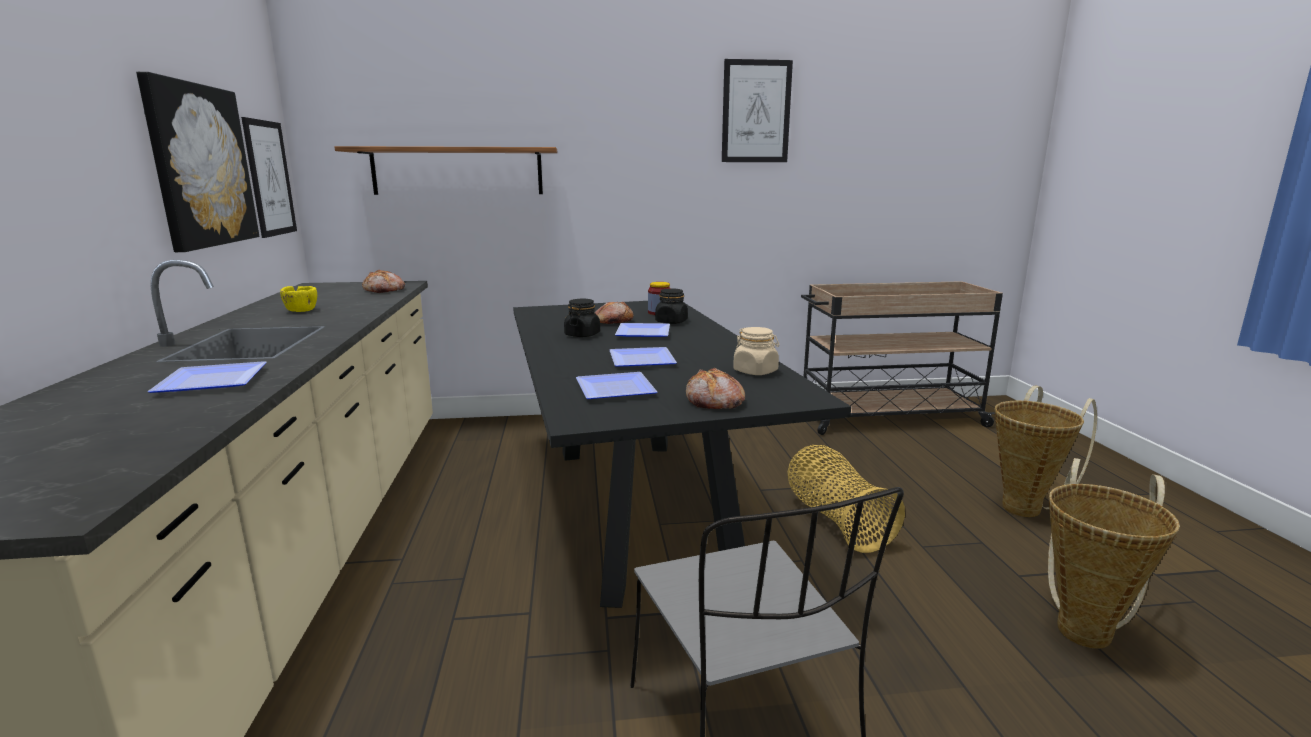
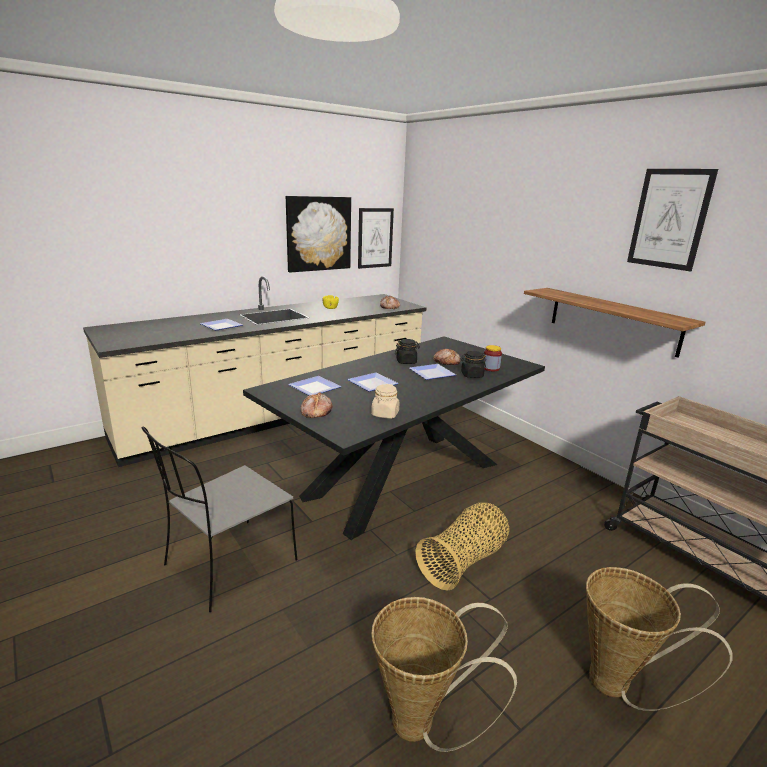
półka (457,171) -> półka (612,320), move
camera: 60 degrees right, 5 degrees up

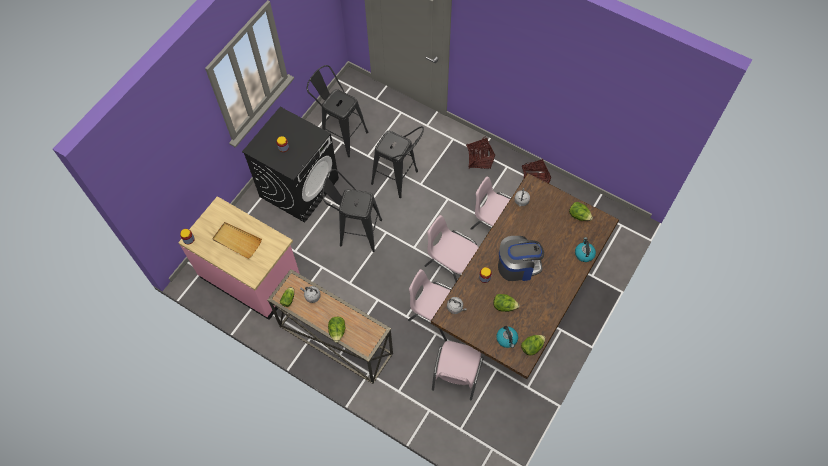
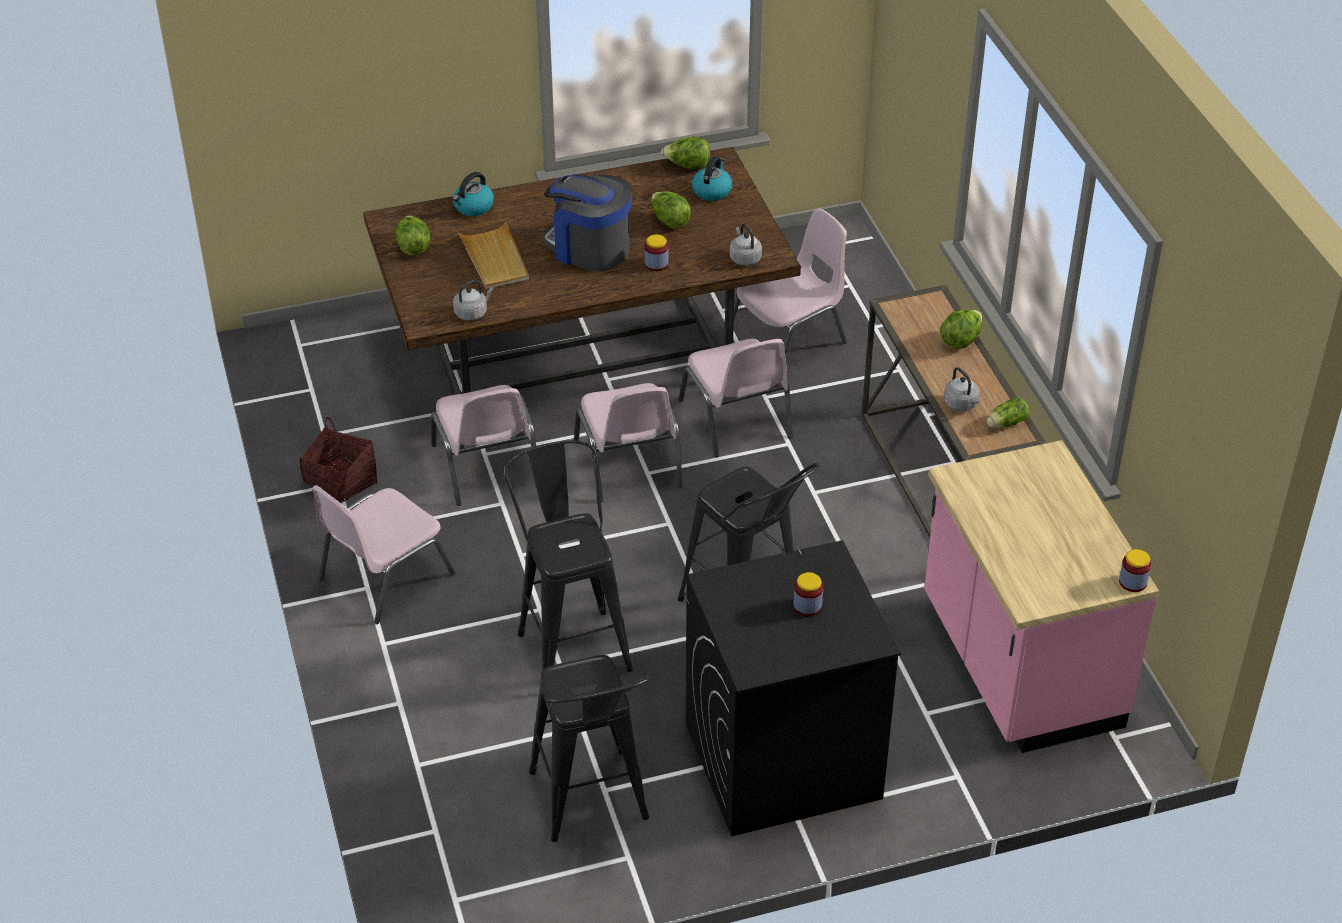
taca/beżowy (237,241) -> taca/beżowy (495,259), move
koszyk (479,159) -> krzesło/różowy (383,576)
camera: 140 degrees left, 20 degrees down

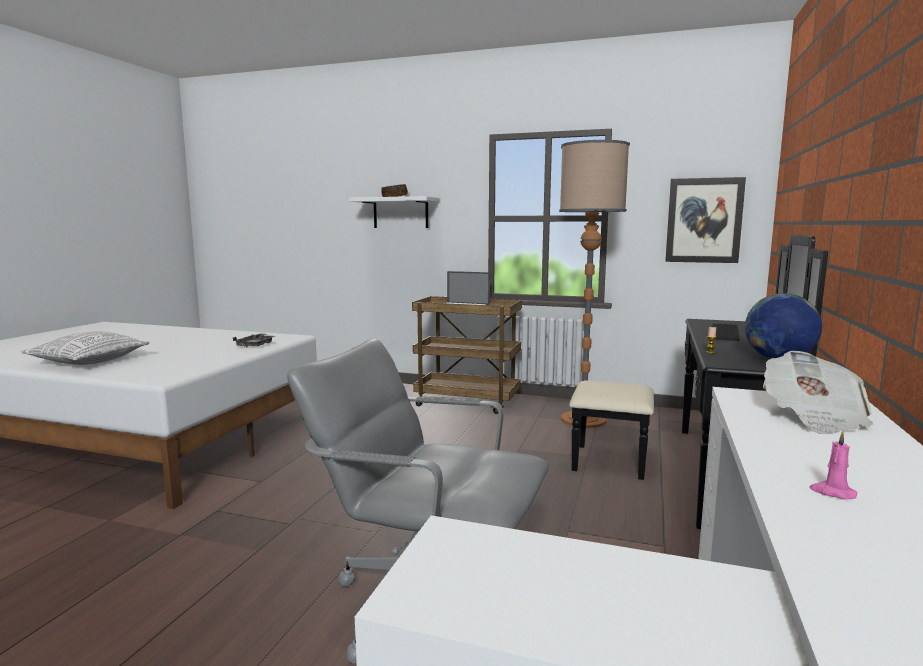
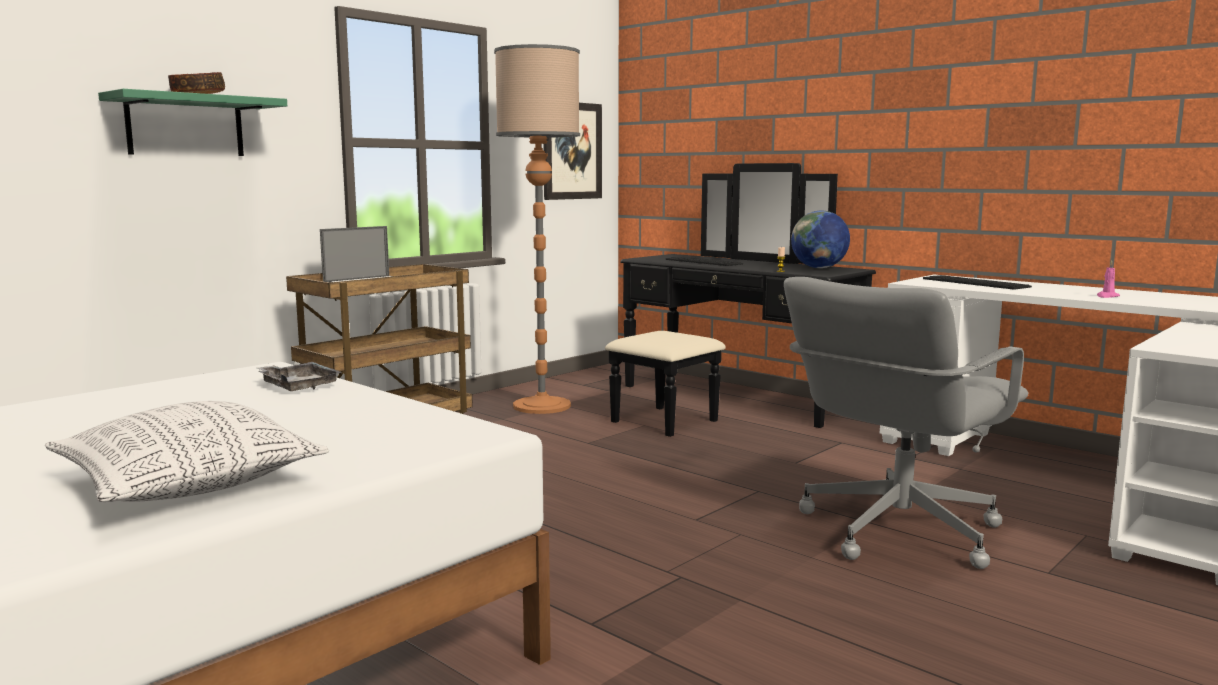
gazeta (813,417) -> klawiatura (975,283)
półka/biały (400,213) -> półka/zielony (185,126)
camera: 65 degrees left, 0 degrees up

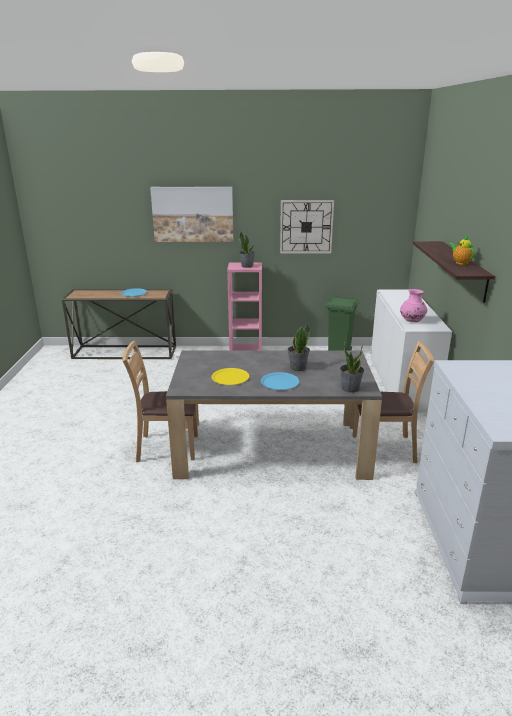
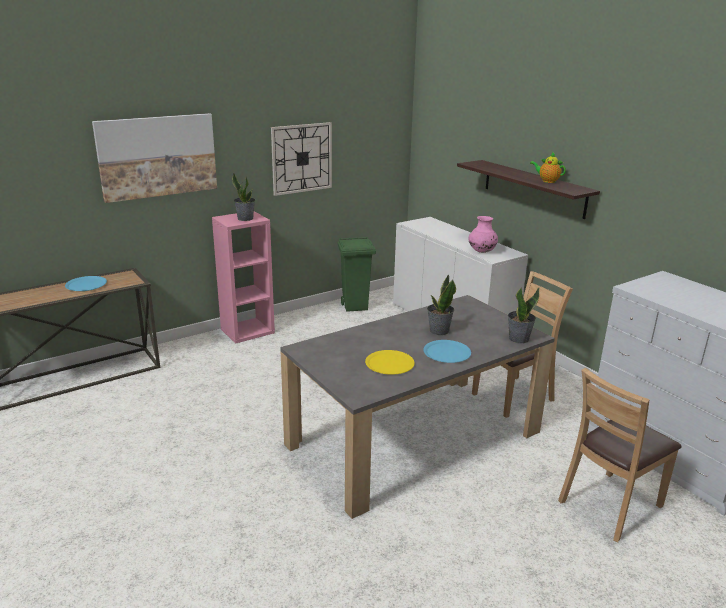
krzesło/brązowy (167,447) -> krzesło/brązowy (610,505), move
camera: 35 degrees left, 0 degrees up

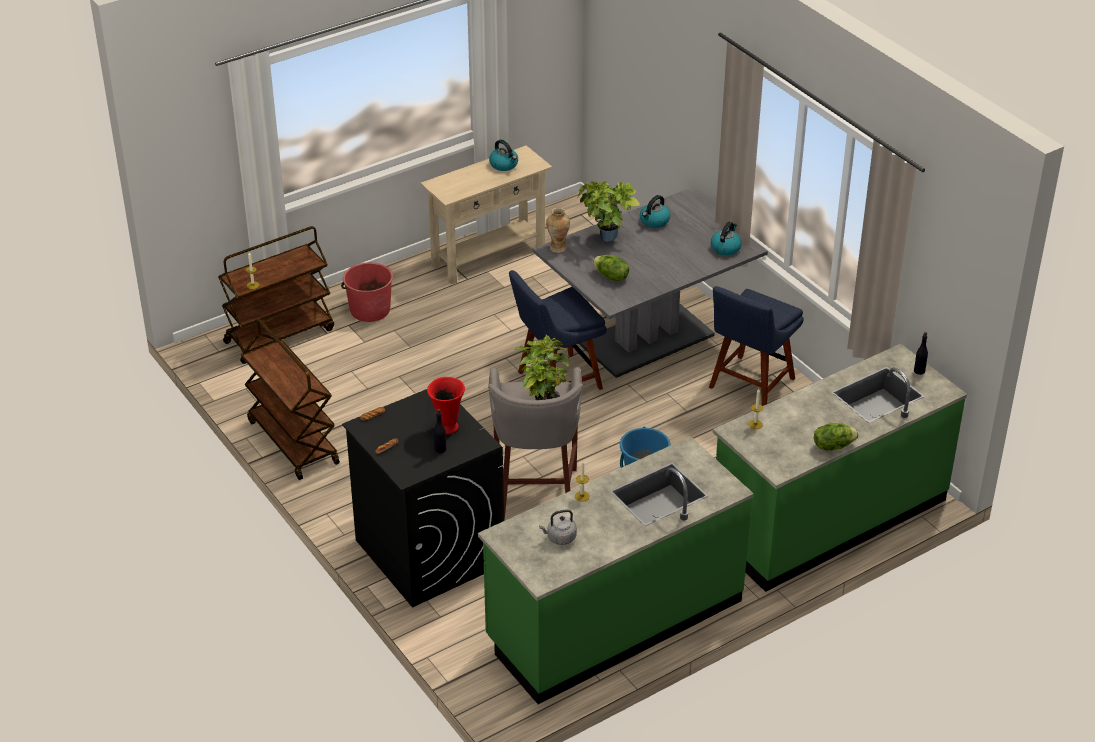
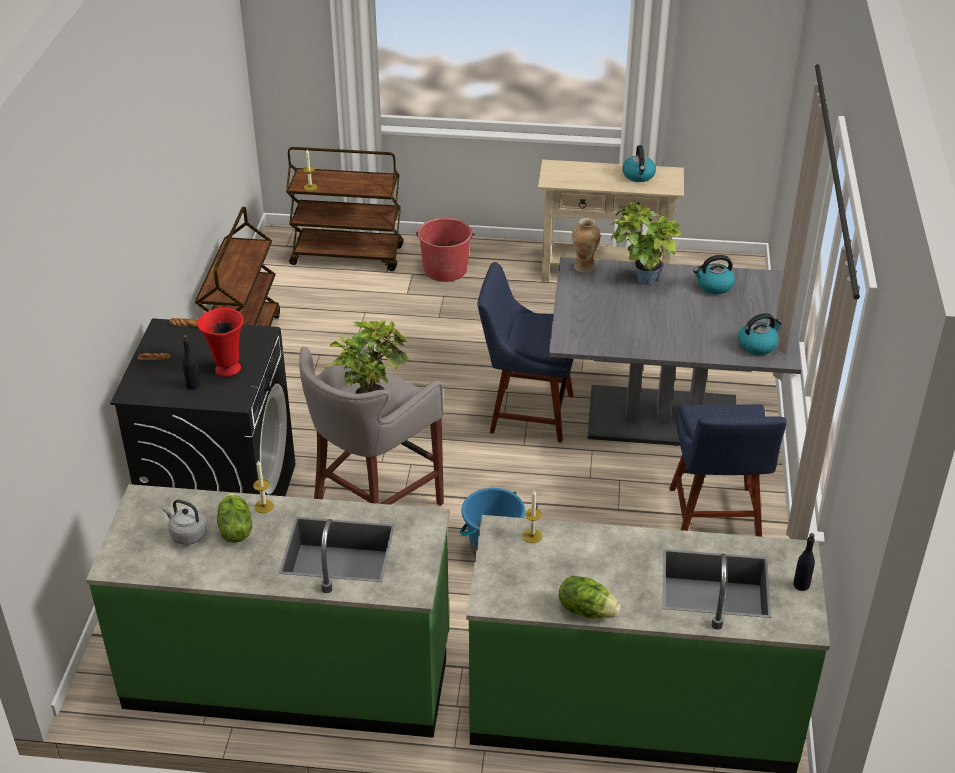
sałata (611,277) -> sałata (235,530), move
krzesło/niebieski (749,385) -> krzesło/niebieski (715,518), 75 degrees counterclockwise
camera: 40 degrees right, 0 degrees up

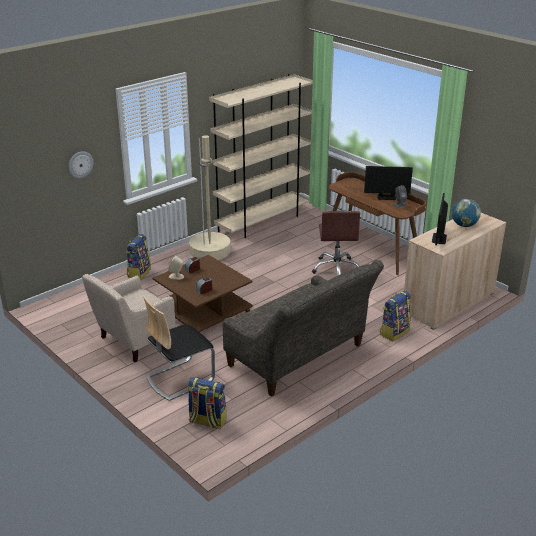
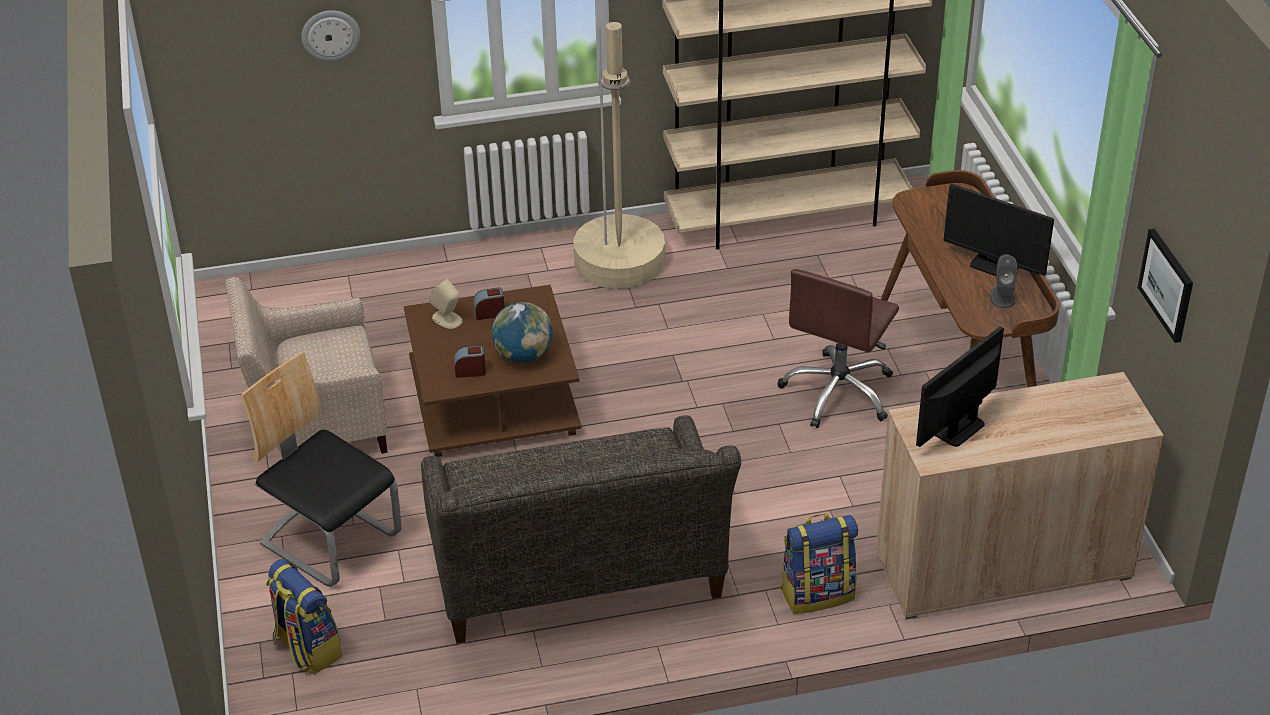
plecak (138,273) -> none
none -> obraz (1167,284)
globus (464,225) -> globus (523,355), move
krzesło (179,379) -> krzesło (331,539), 45 degrees clockwise
camera: 30 degrees right, 10 degrees up

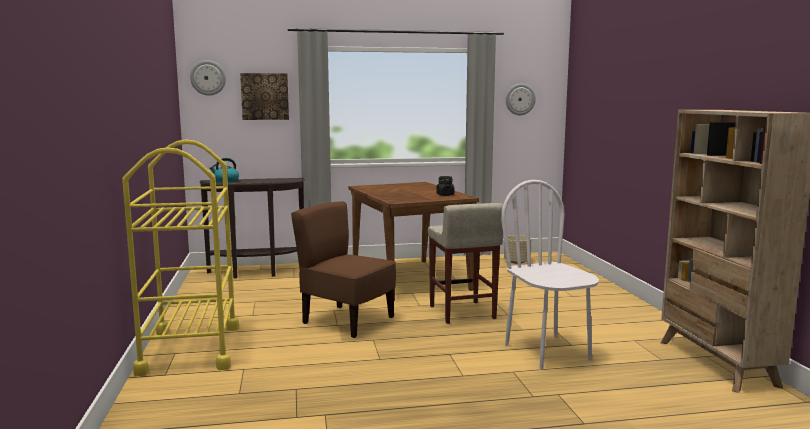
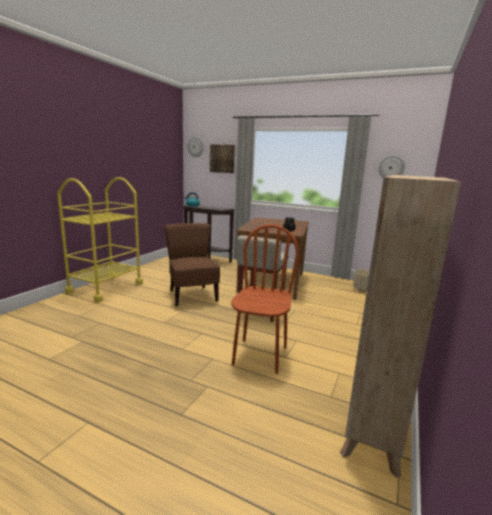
krzesło/biały (547,352) -> krzesło/brązowy (259,355)
camera: 35 degrees right, 5 degrees up

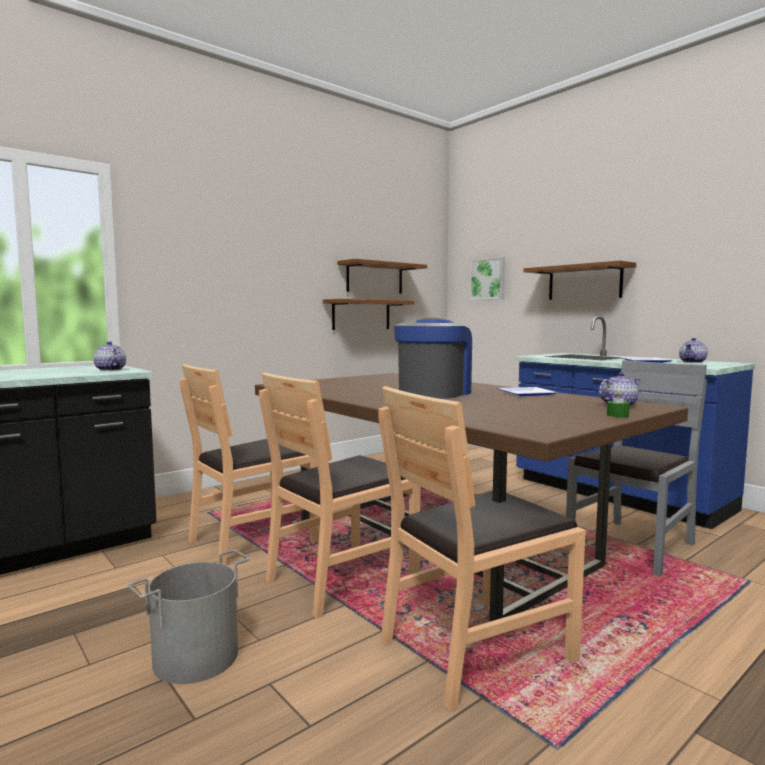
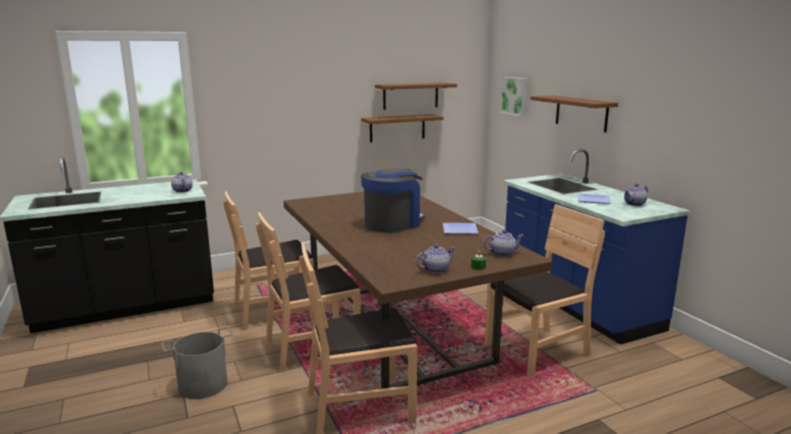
none -> imbryk (435,270)
krzesło/szary (632,546) -> krzesło/brązowy (537,350)
camera: 15 degrees right, 10 degrees up

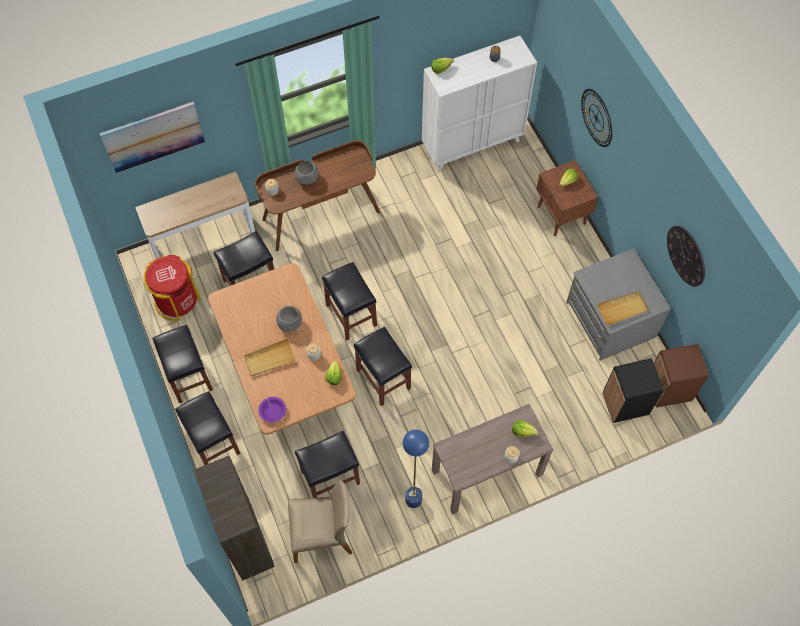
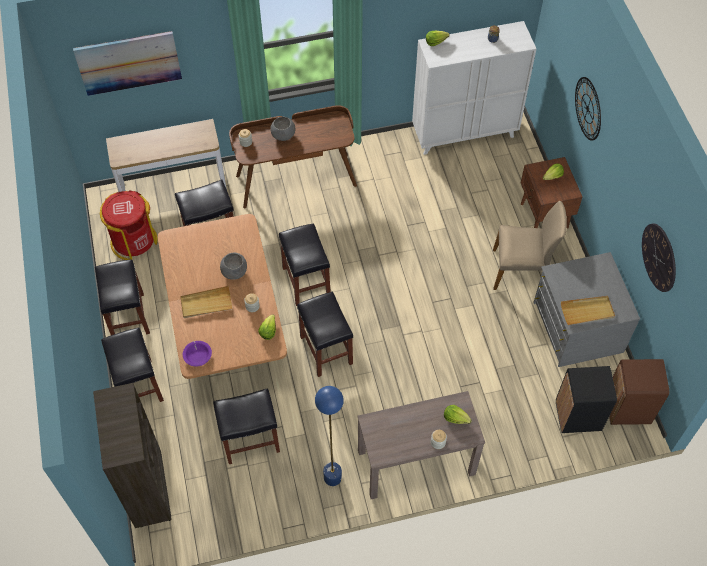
krzesło/beżowy (322,534) -> krzesło/beżowy (521,270), move
camera: 10 degrees right, 5 degrees down

